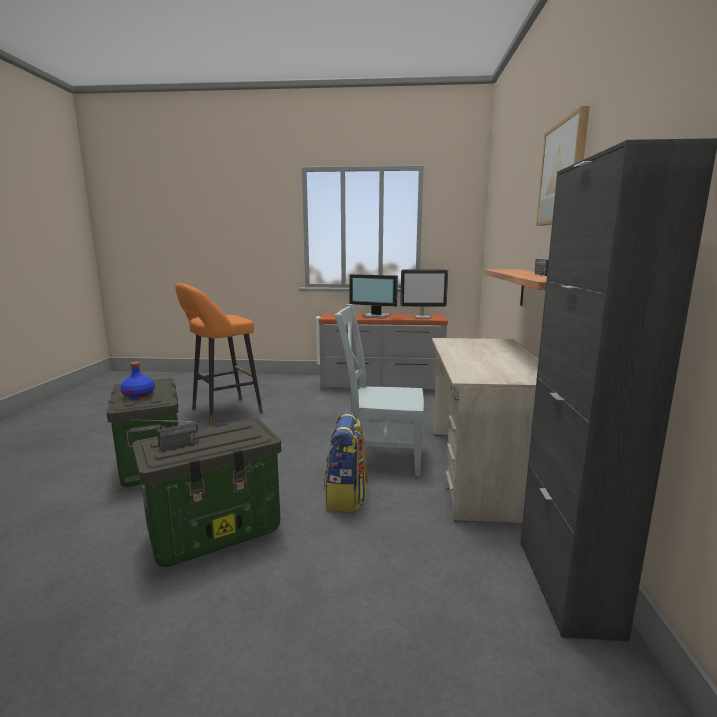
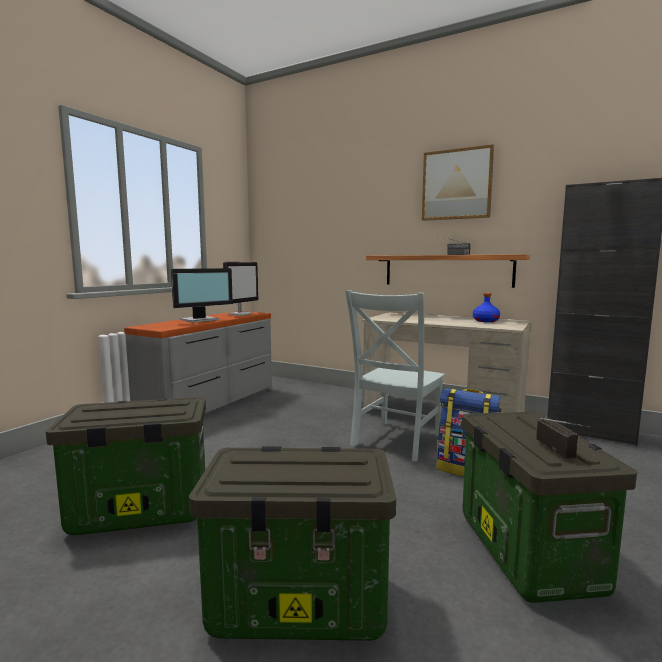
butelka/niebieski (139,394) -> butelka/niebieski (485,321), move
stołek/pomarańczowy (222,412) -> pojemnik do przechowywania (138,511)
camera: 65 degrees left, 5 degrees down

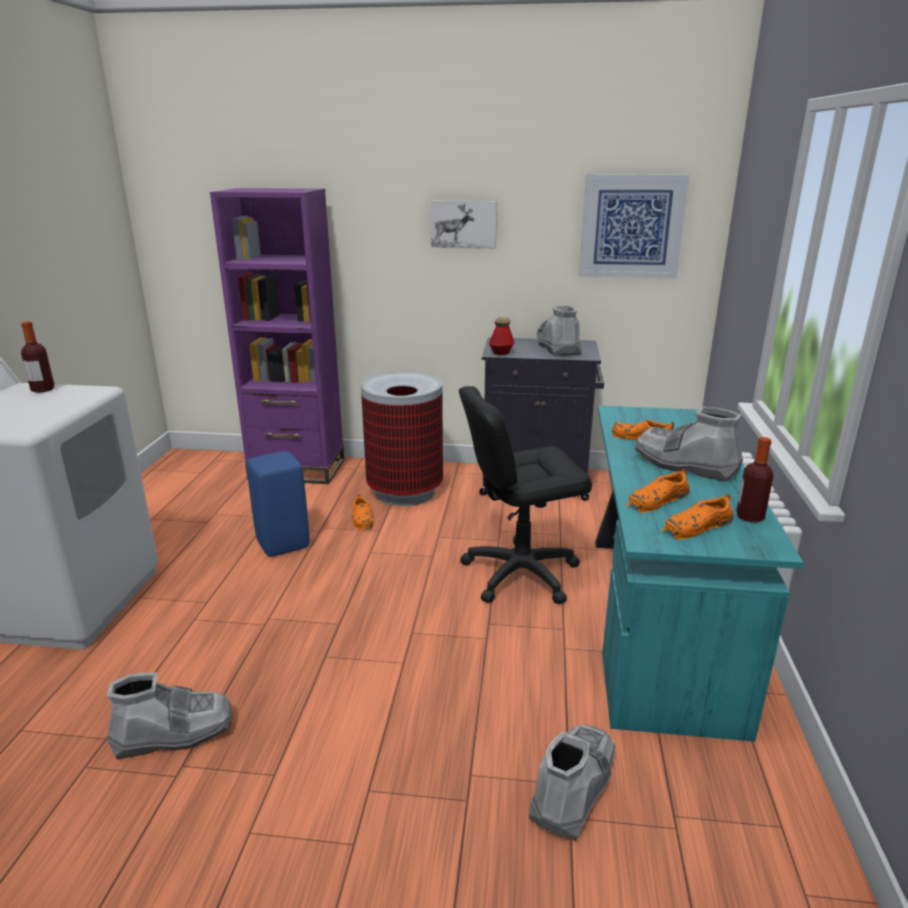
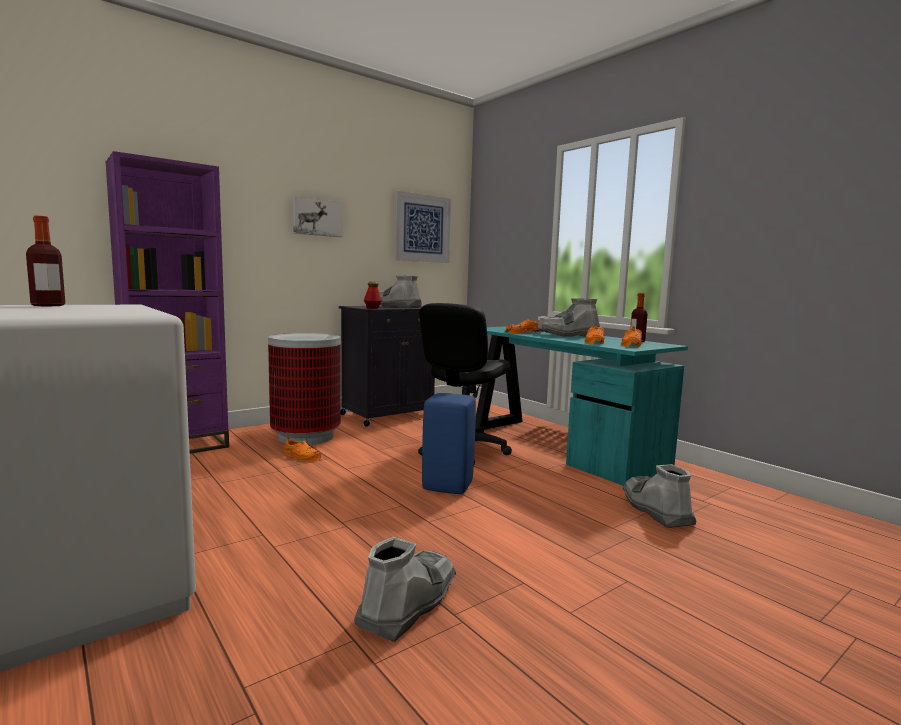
stołek/niebieski (283,544) -> stołek/niebieski (447,486), move
camera: 45 degrees left, 15 degrees down

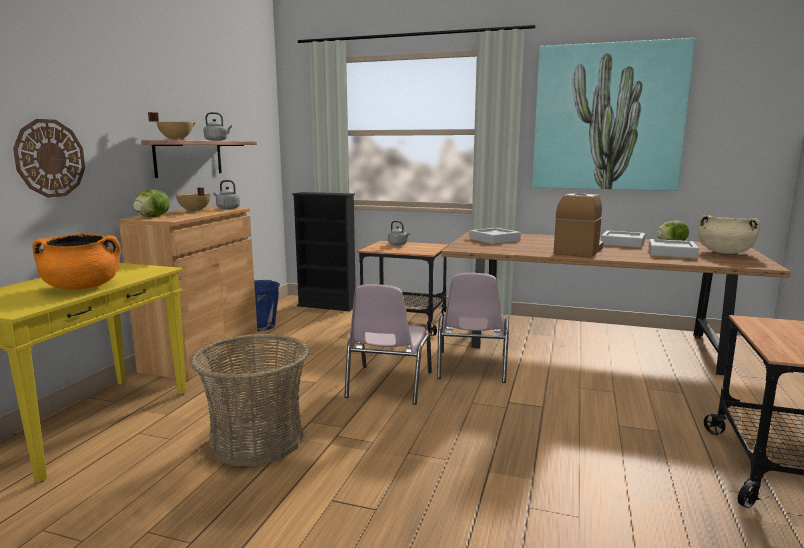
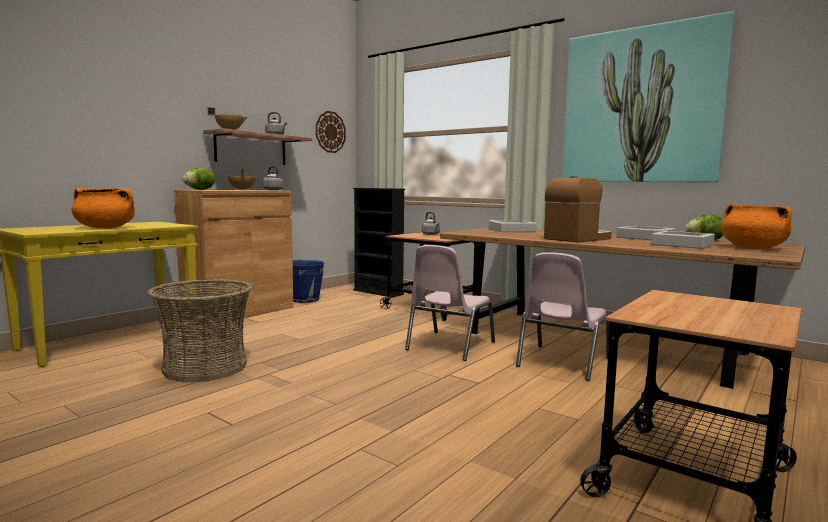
zegar ścienny (50,158) -> zegar ścienny (330,132), move
krzesło/różowy (388,385) -> krzesło/różowy (561,363), move
garnek/beżowy (724,252) -> garnek/pomarańczowy (752,248)
camera: 20 degrees right, 5 degrees down

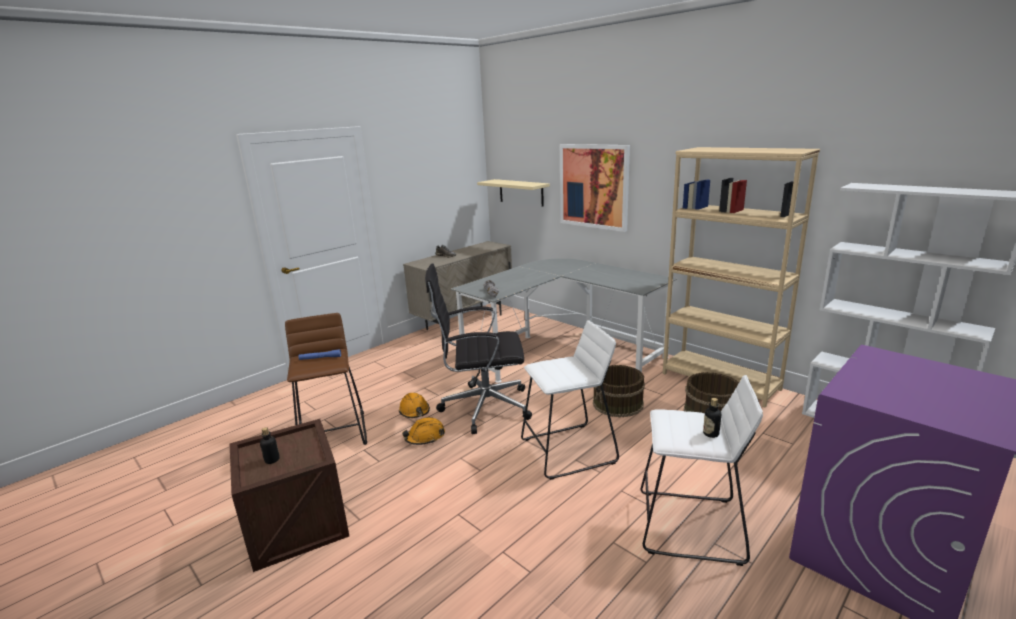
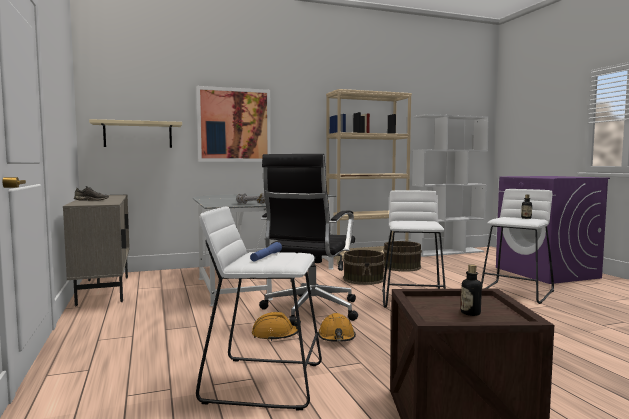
stołek/brązowy (333,434) -> stołek/biały (264,382)
camera: 65 degrees left, 15 degrees down

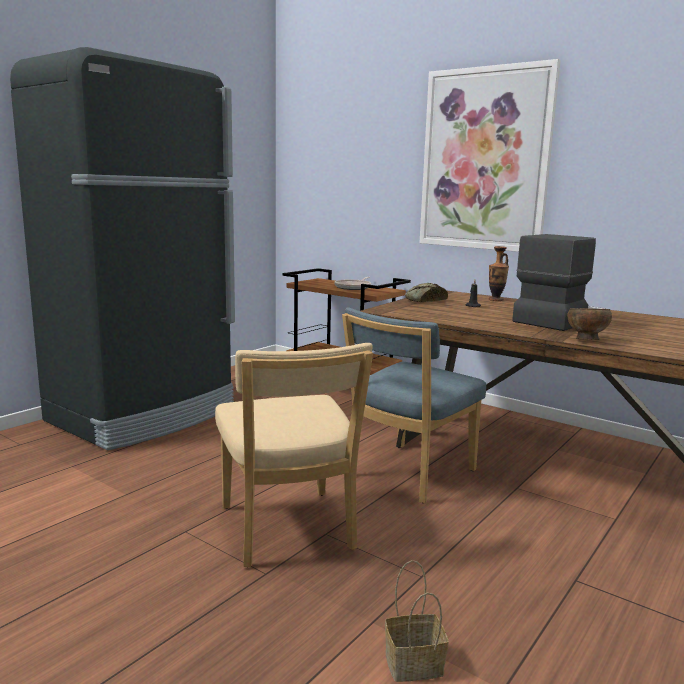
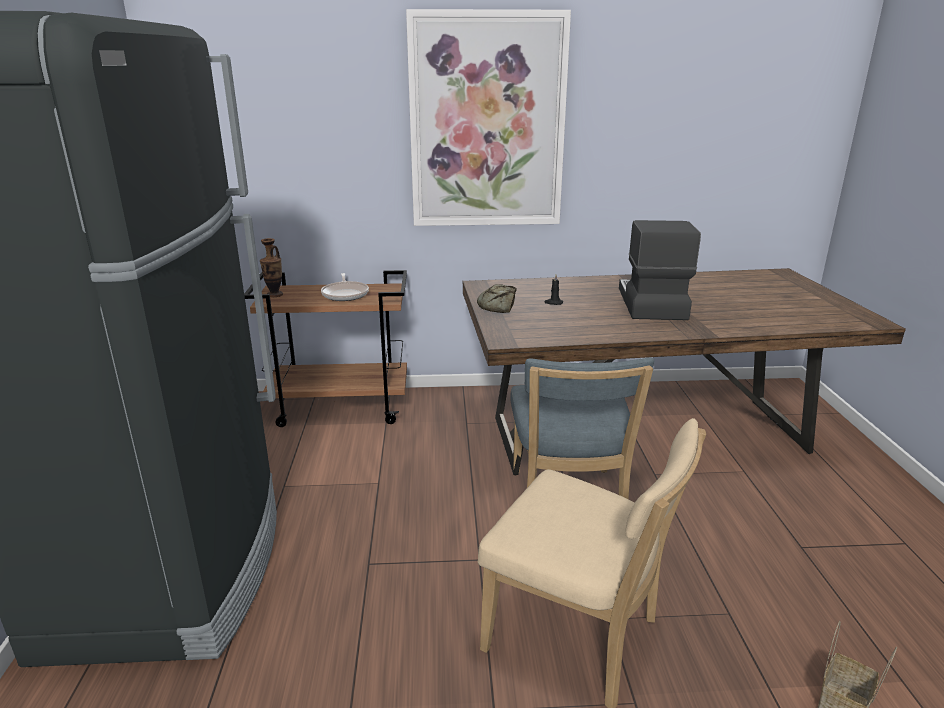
miska/brązowy (585,340) -> none
wazon (495,300) -> wazon (275,295), move
camera: 40 degrees left, 10 degrees up

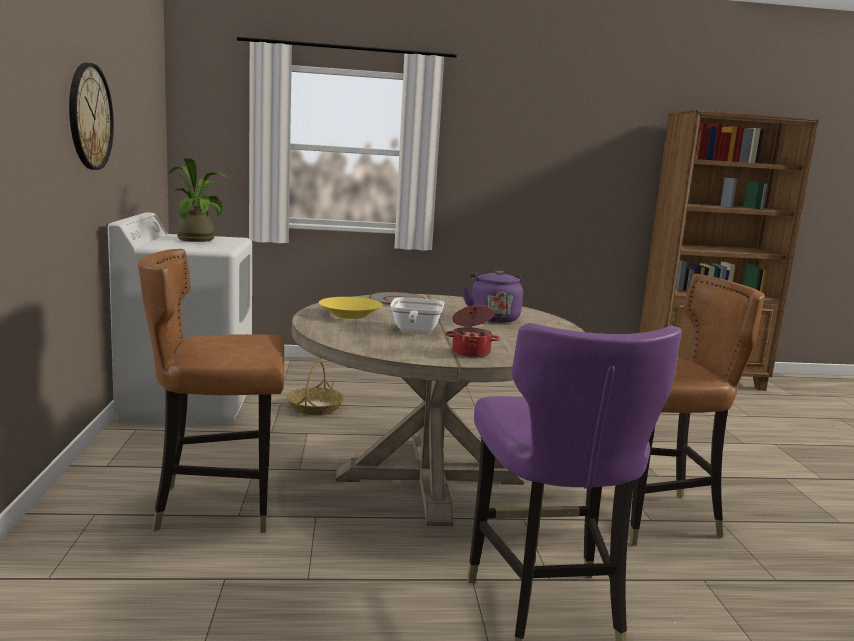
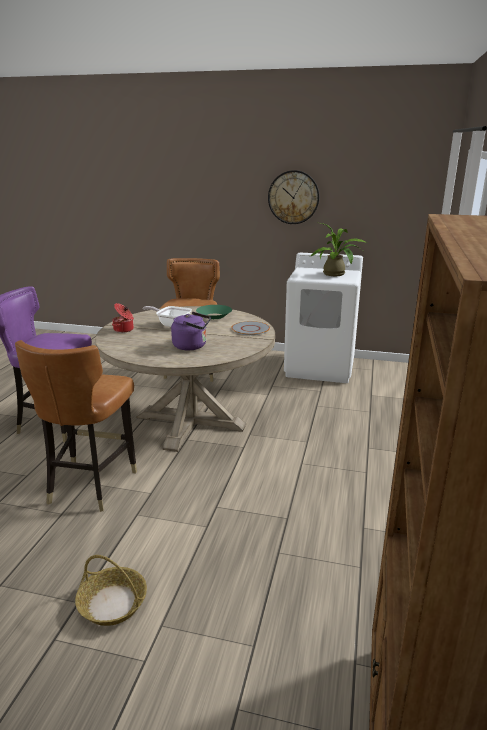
koszyk (315,407) -> koszyk (113,603), move
miska/żółty (350,314) -> miska/zielony (214,316)
camera: 110 degrees right, 10 degrees up

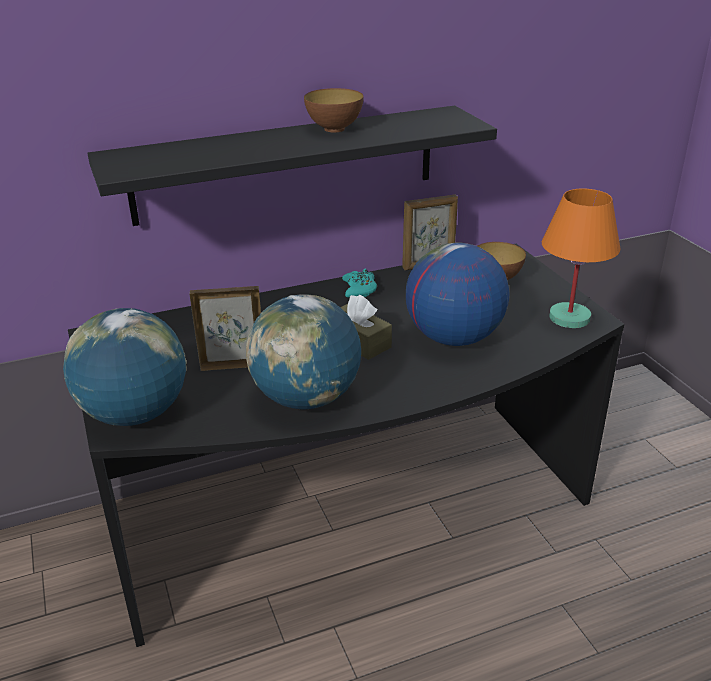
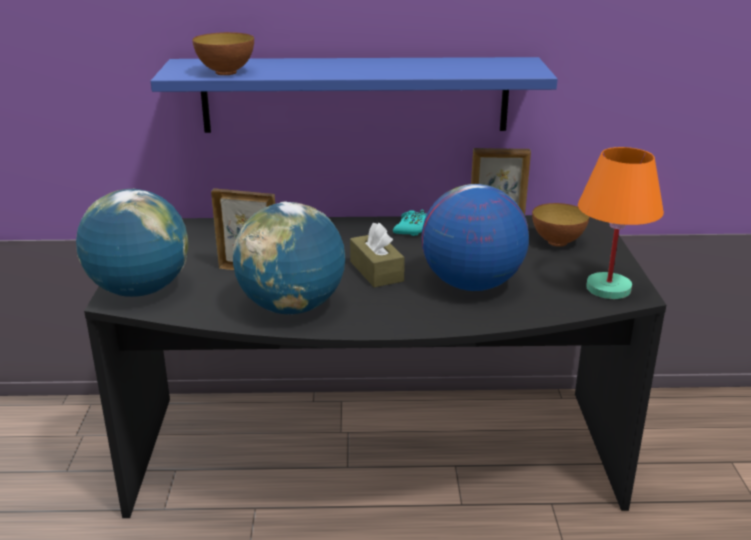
miska (334,129) -> miska (226,72), move
półka/czarny (286,164) -> półka/niebieski (355,95)
camera: 20 degrees right, 5 degrees down

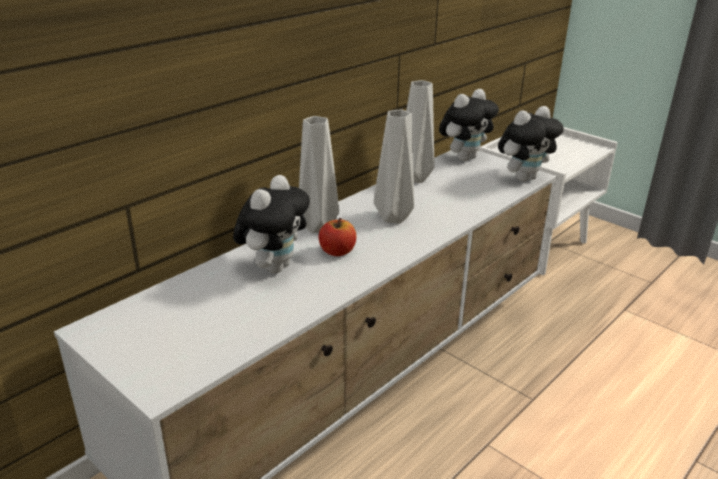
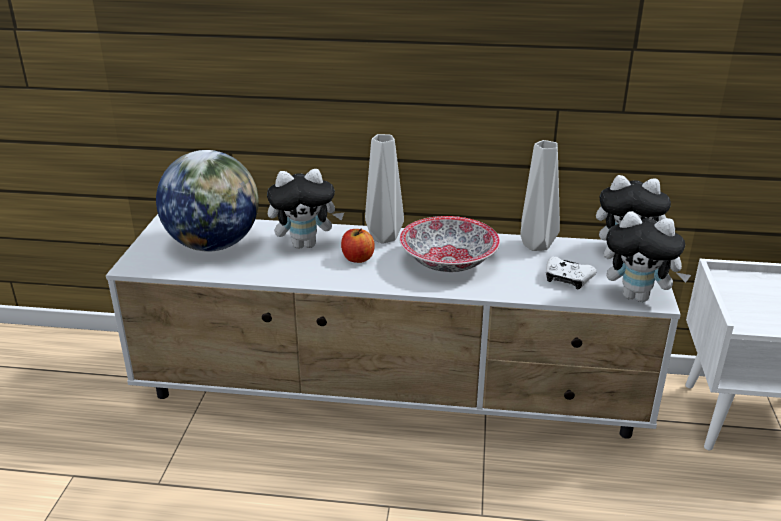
none -> globus (213,245)
none -> pad do gier/biały (567,279)
wazon/szary (395,217) -> miska (448,261)
camera: 55 degrees right, 0 degrees up

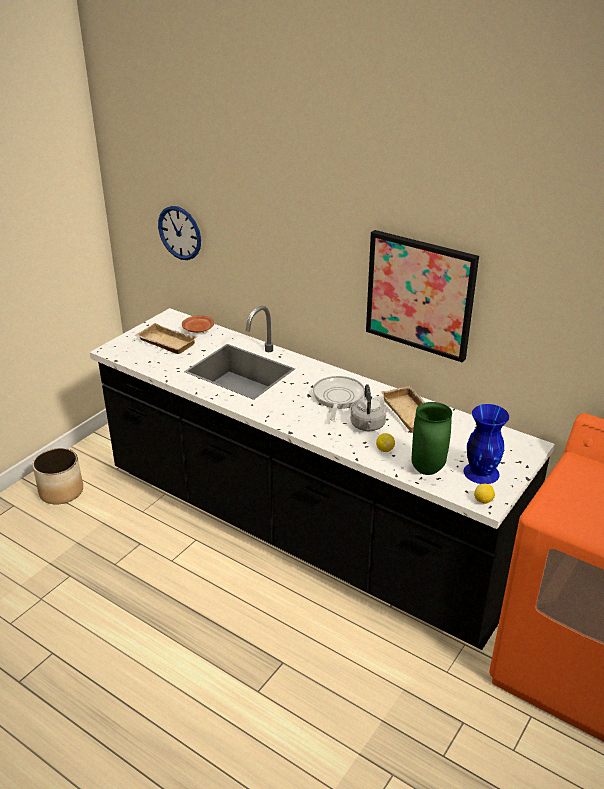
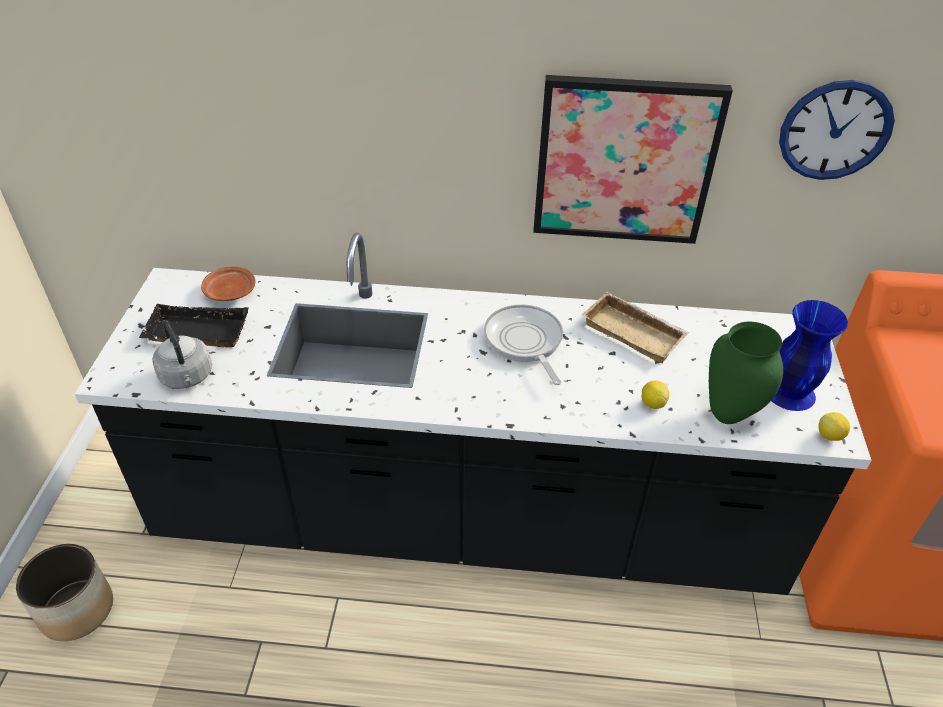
zegar ścienny (180,233) -> zegar ścienny (835,130), move
czajnik/szary (368,426) -> czajnik/szary (187,378), move
taca/beżowy (165,343) -> taca/czarny (195,334)
camera: 30 degrees left, 10 degrees up

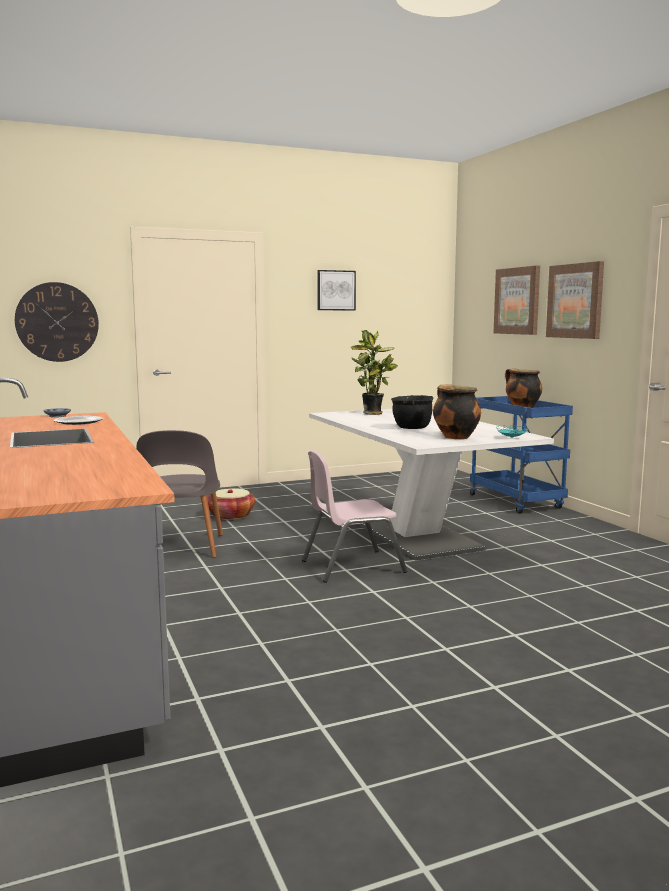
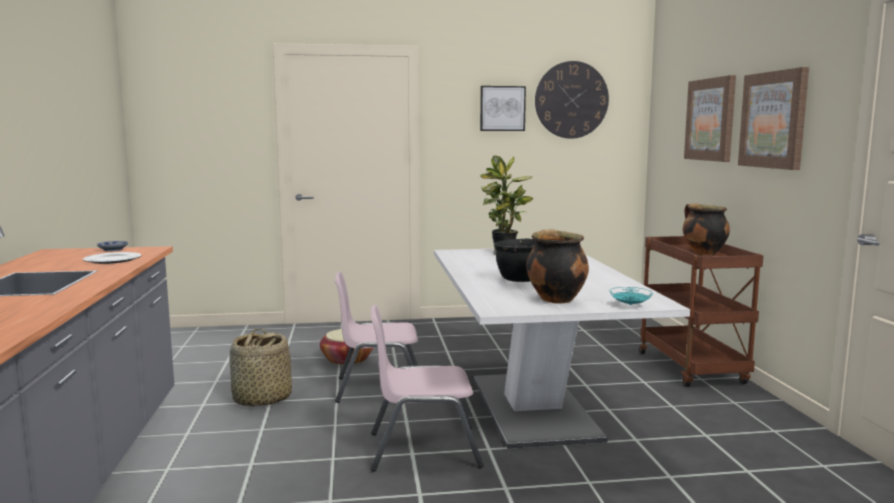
none -> krzesło/różowy (379,388)
zegar ścienny (57,322) -> zegar ścienny (571,100), move
krzesło/szary (182,548) -> koszyk (261,399)
wózek/niebieski (517,502) -> wózek/brązowy (693,369)
camera: 15 degrees right, 0 degrees up

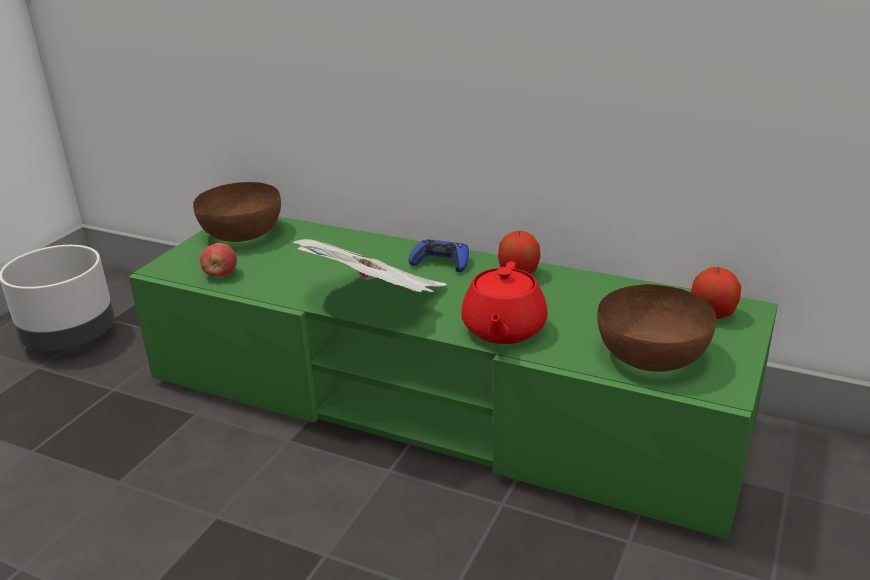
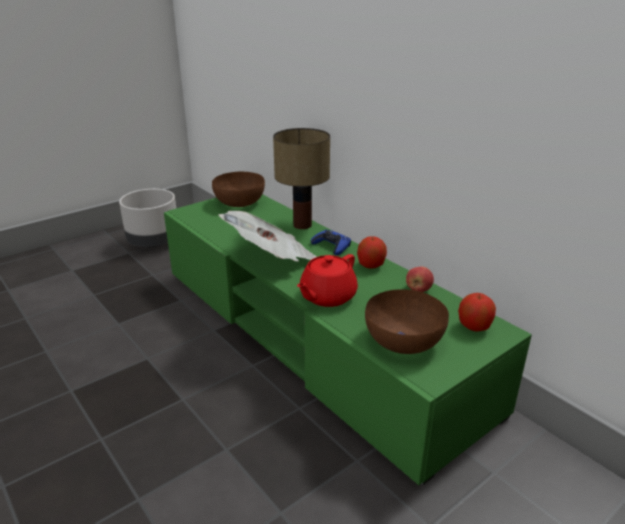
none -> lampa stołowa (301,225)
jabłko (220,275) -> jabłko (418,290), move
camera: 25 degrees right, 0 degrees up

